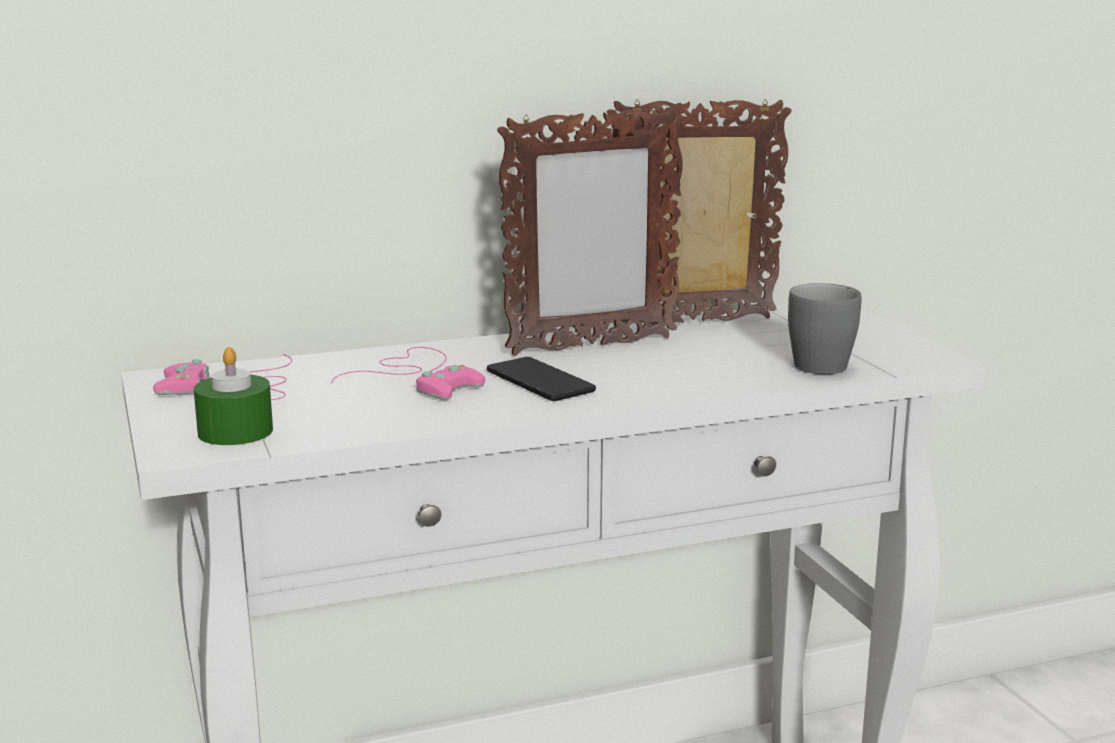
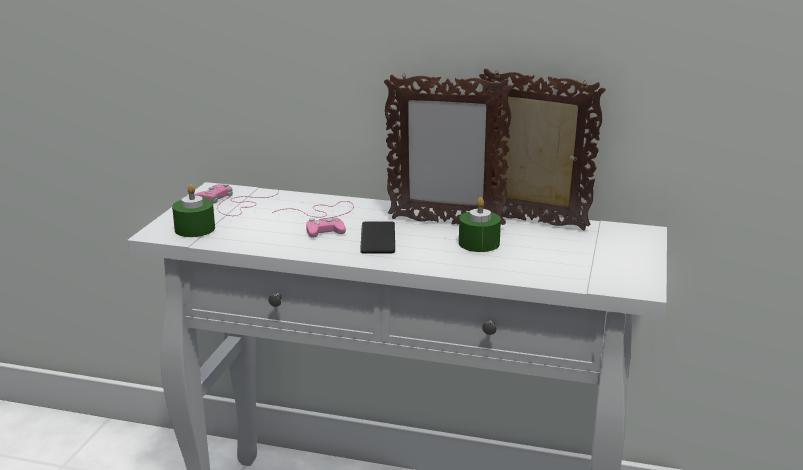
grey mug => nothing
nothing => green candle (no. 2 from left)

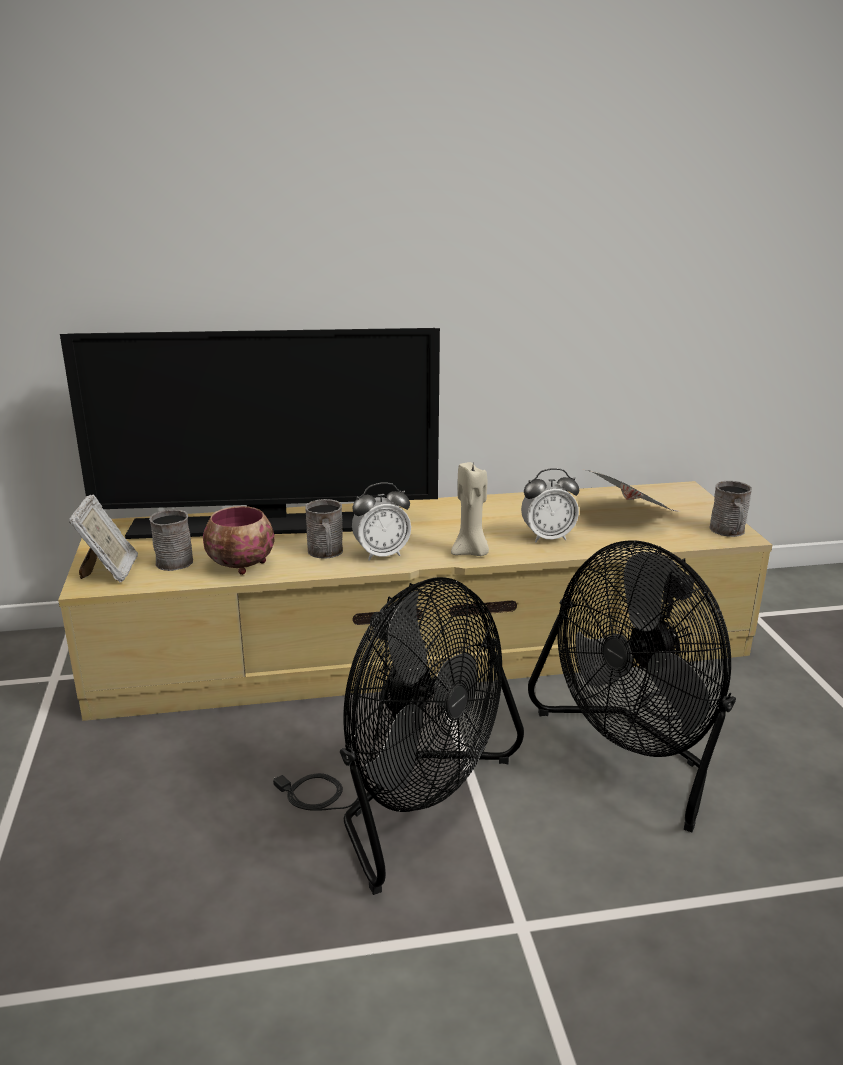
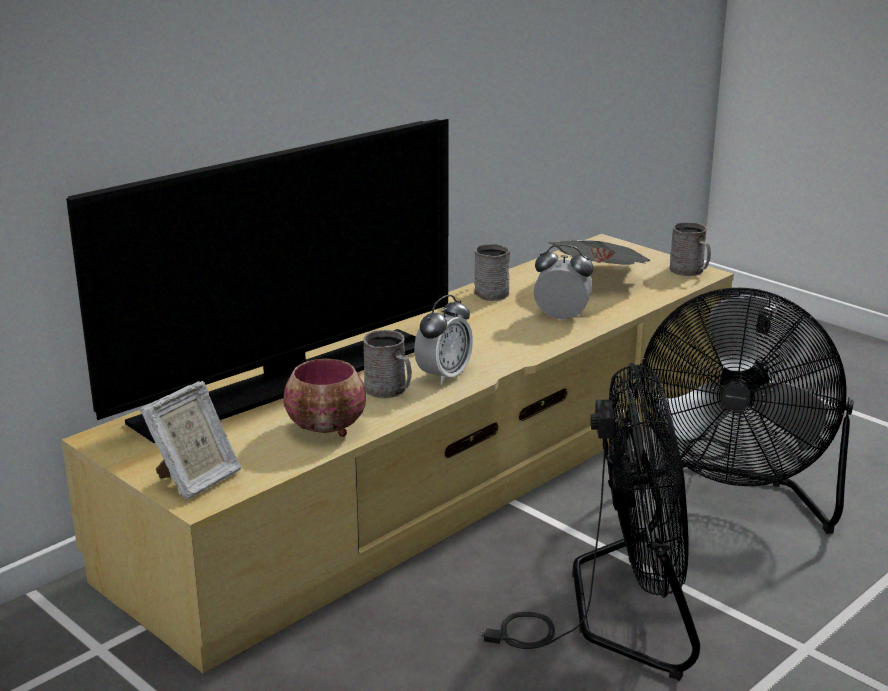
beige candle => nothing
alarm clock (no. 2 from left), 120 degrees counterclockwise
picture frame, 75 degrees clockwise
grey mug (no. 1 from left in the first image) => grey mug (no. 2 from left), shifted

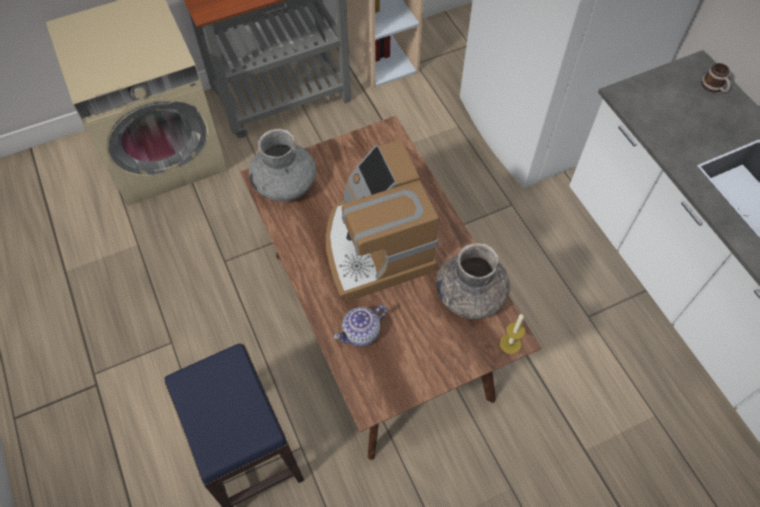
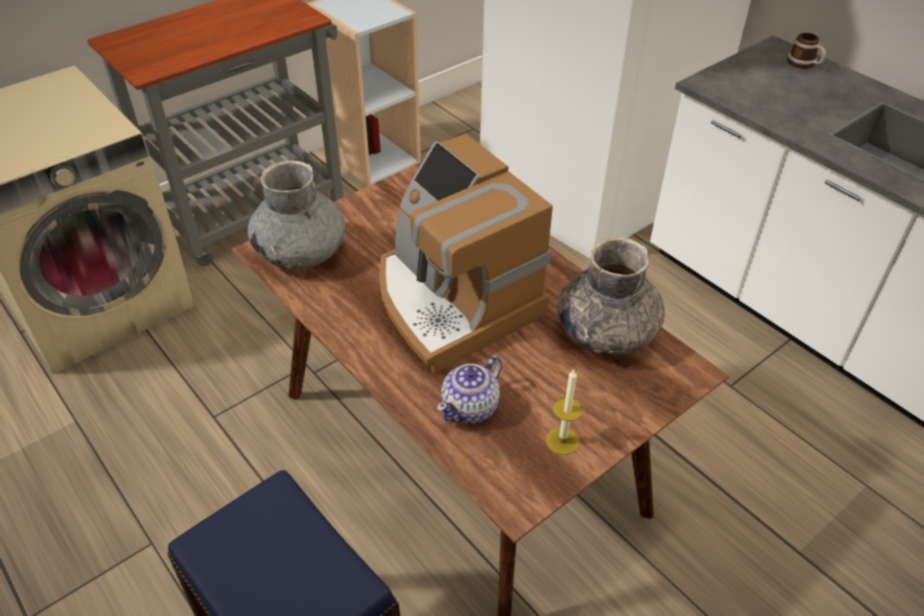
candle, shifted

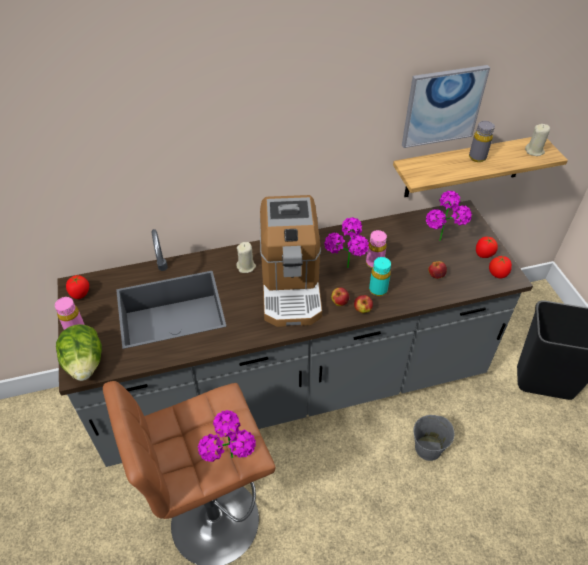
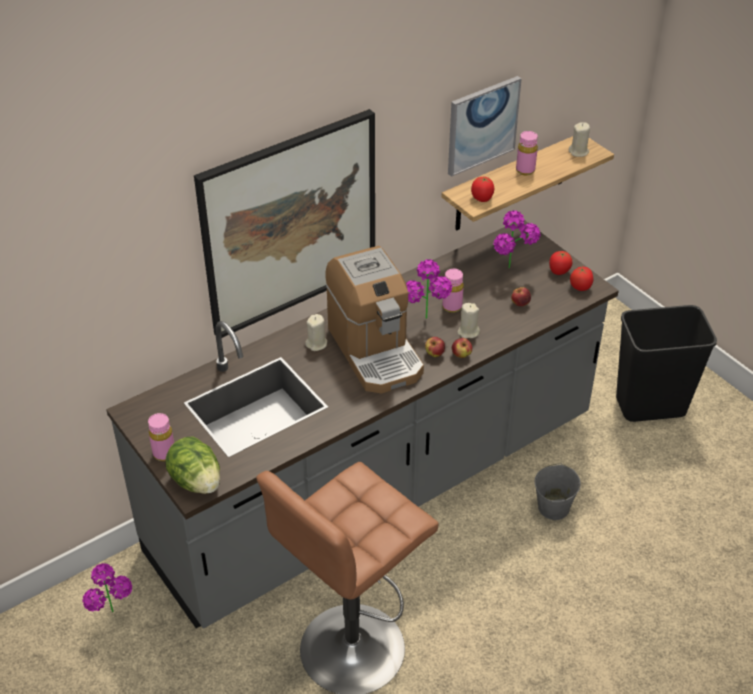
grey bottle => pink bottle (no. 3 from left)
turquoise bottle => beige candle (no. 2 from left)
tomato (no. 1 from left), shifted
potted plant (no. 1 from left), shifted
nothing => picture (no. 1 from left)

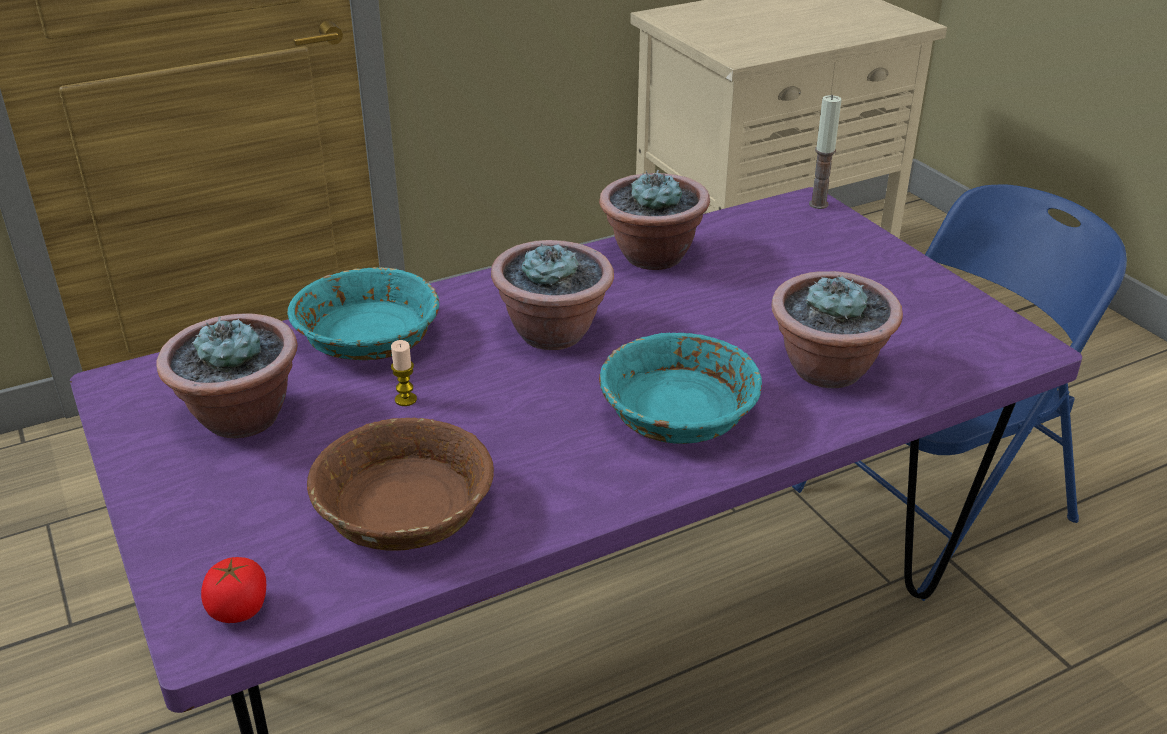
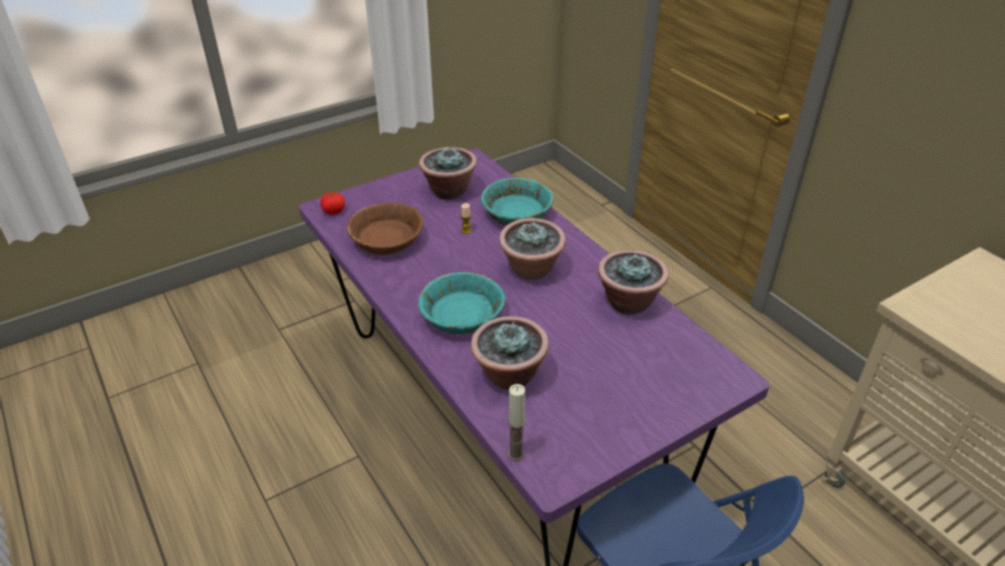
candle (no. 2 from left), shifted

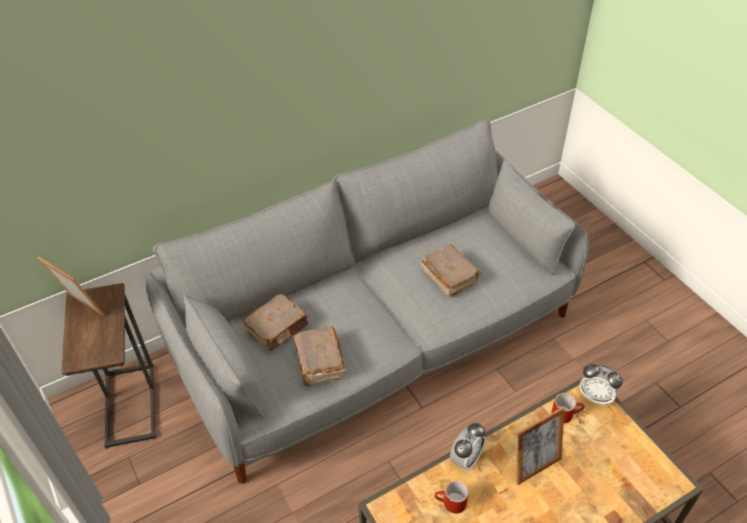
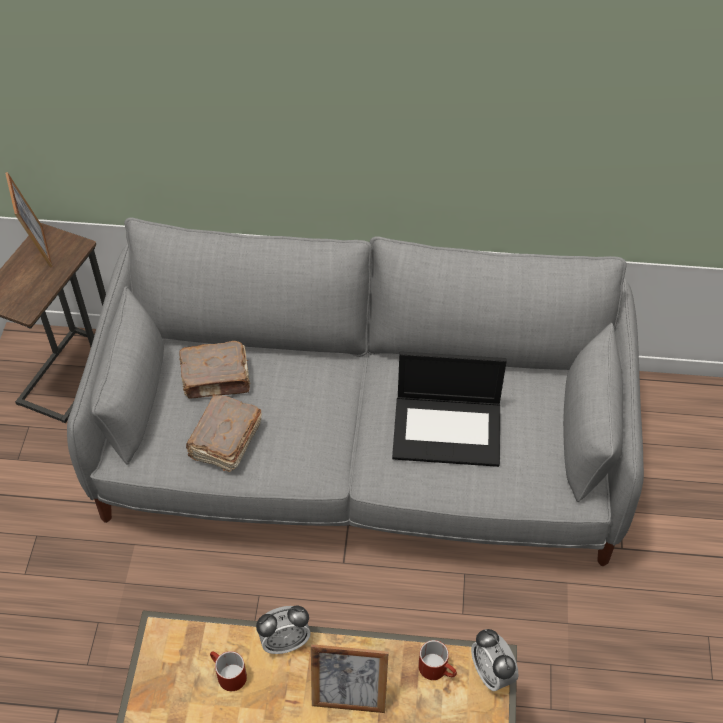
brown book (no. 3 from left) => laptop

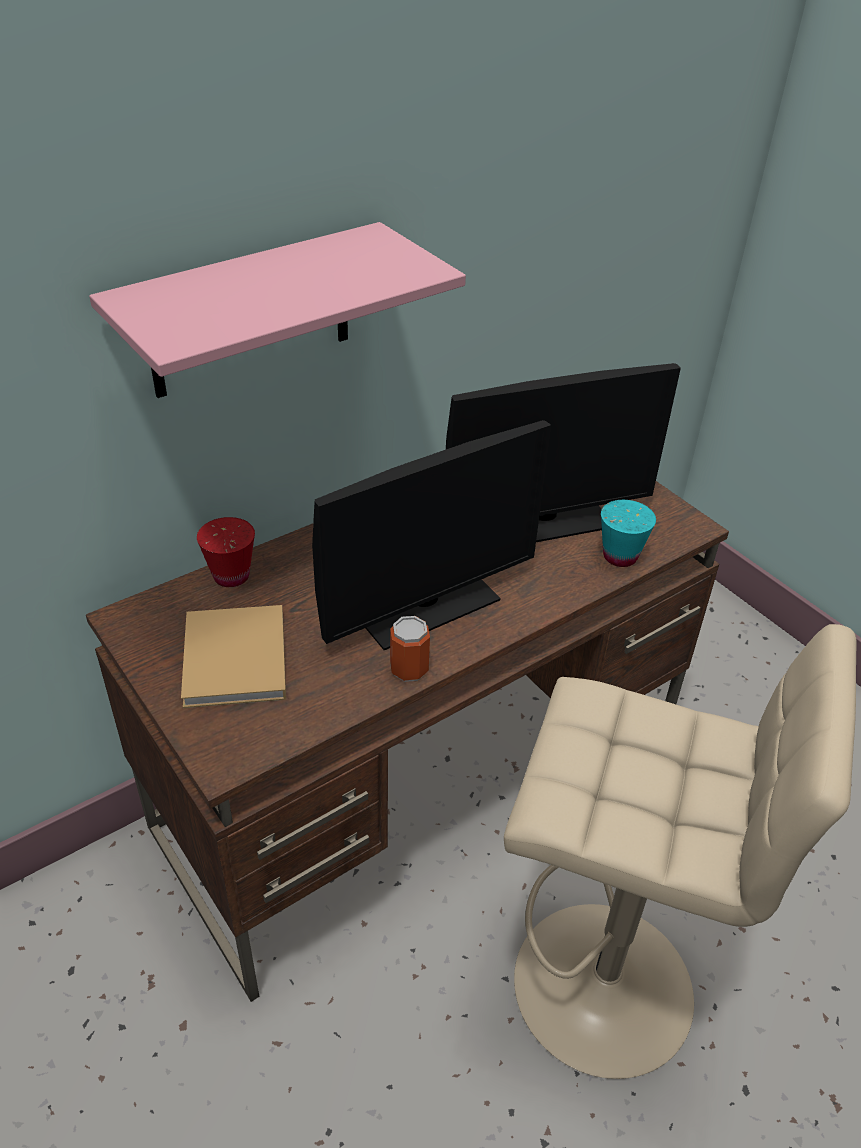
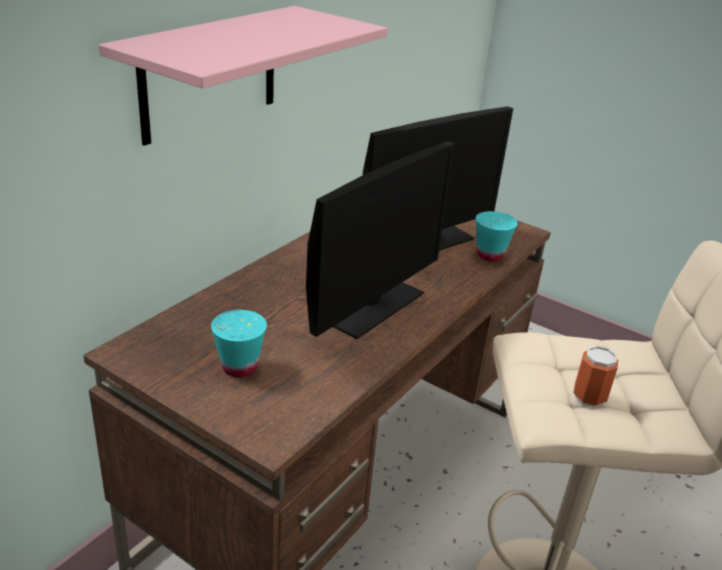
red cup => nothing
beige book => turquoise cup (no. 1 from left)
can, shifted

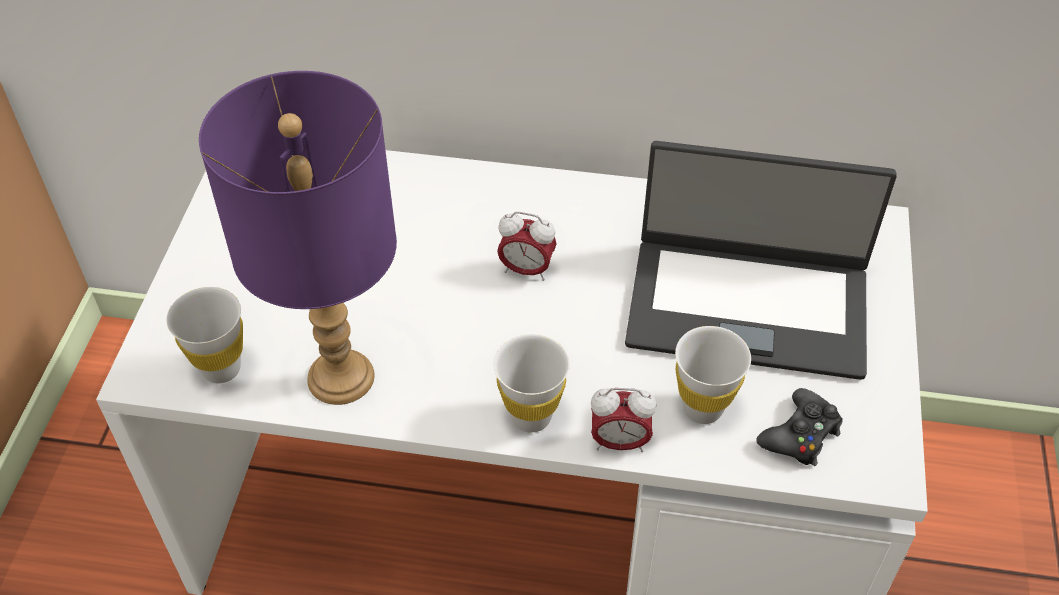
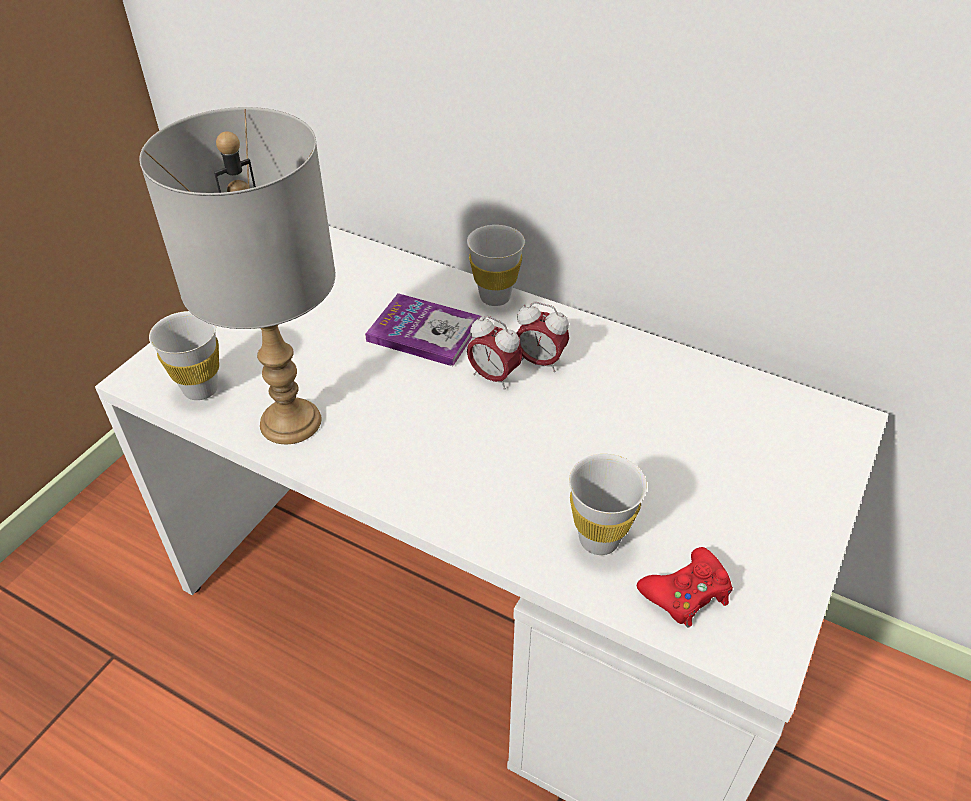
purple table lamp => grey table lamp
laptop => nothing
white cup (no. 2 from left), shifted
alarm clock (no. 2 from left), shifted
black game controller => red game controller
nothing => book

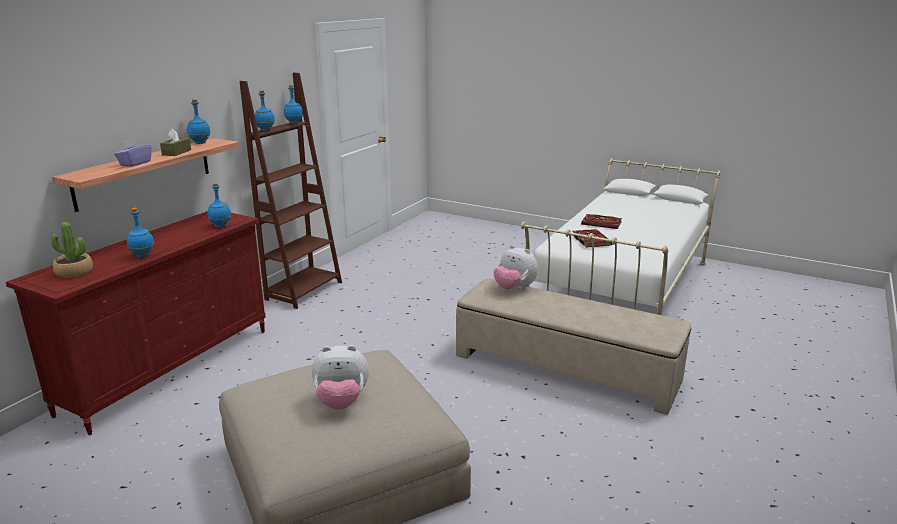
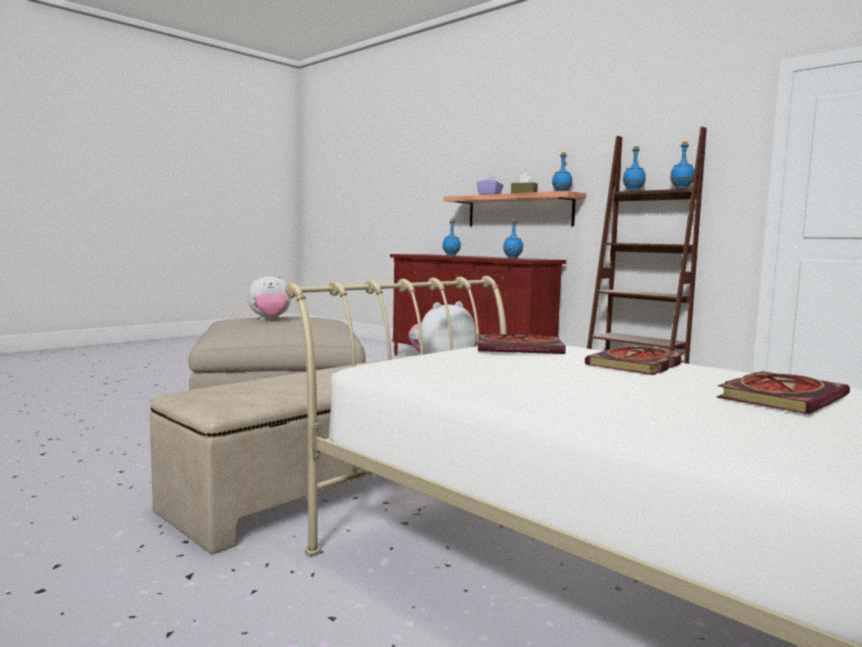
potted plant => nothing
plush toy (no. 1 from left), 120 degrees counterclockwise
nothing => book (no. 3 from left)

